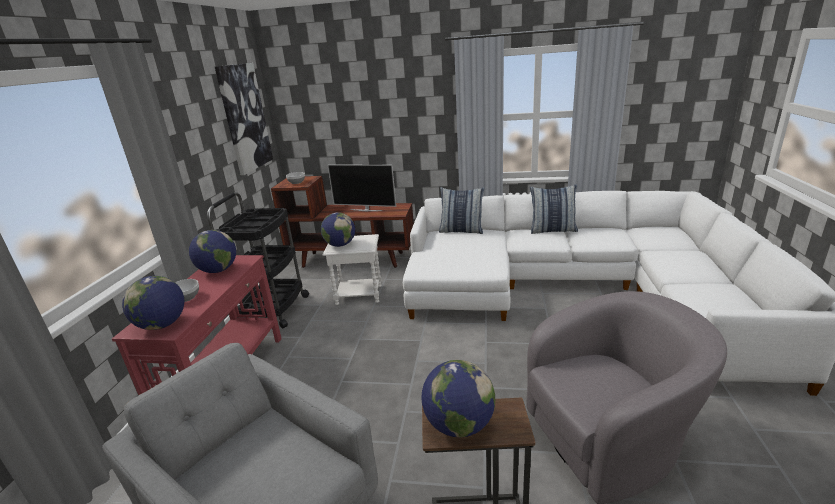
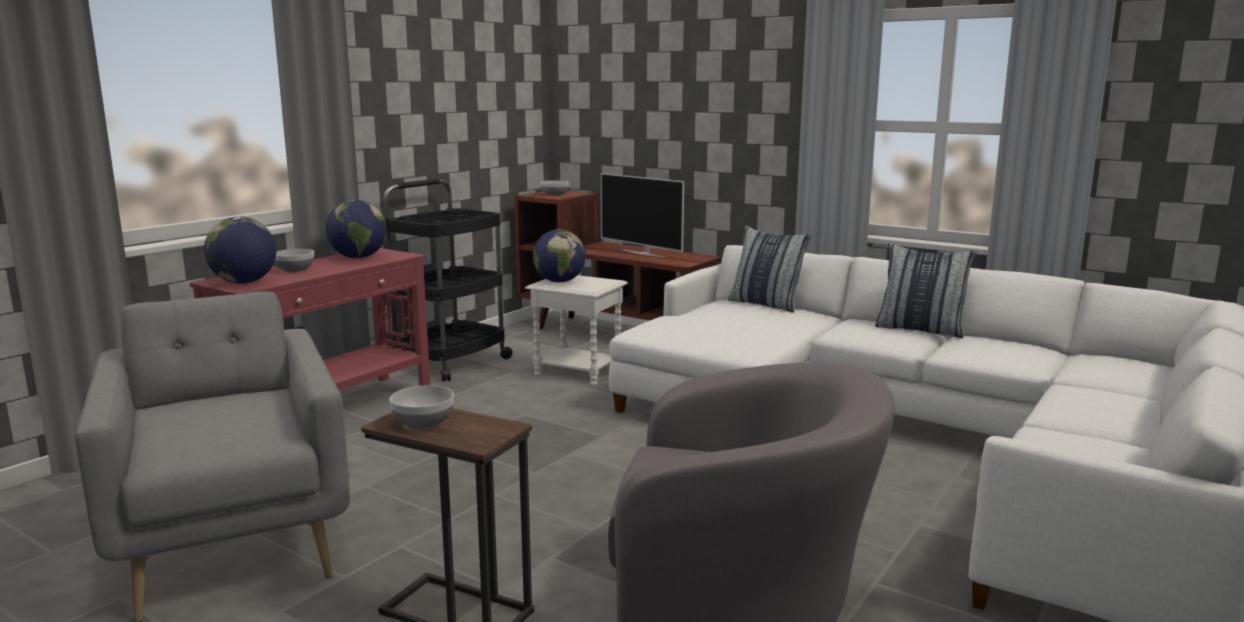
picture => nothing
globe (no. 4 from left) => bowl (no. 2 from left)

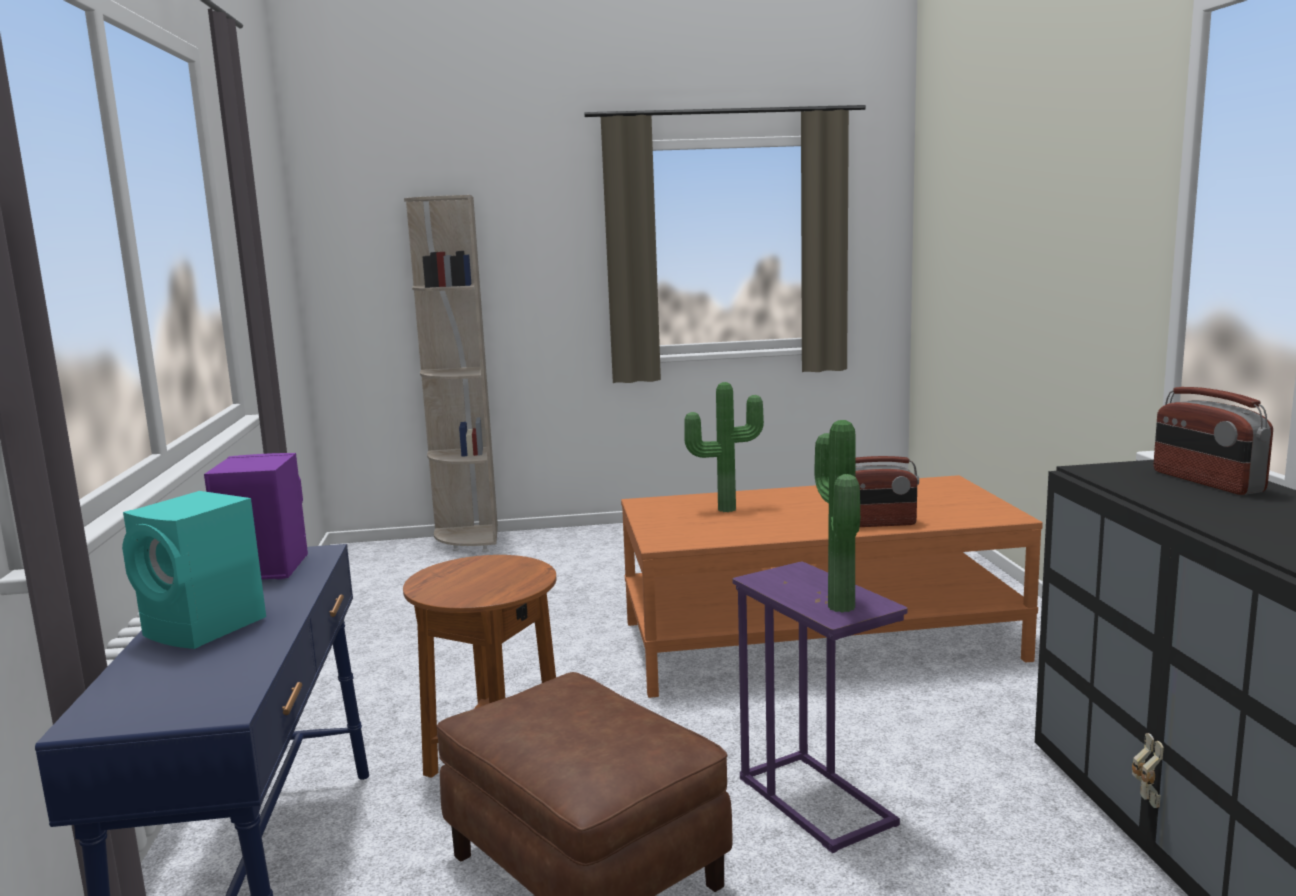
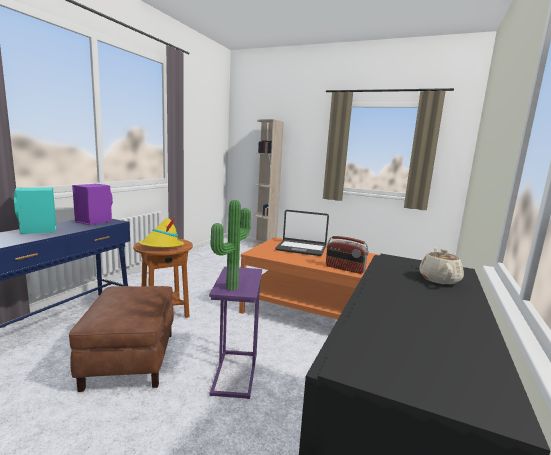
potted plant (no. 1 from left) => laptop
radio (no. 2 from left) => beige teapot
nothing => yellow hat

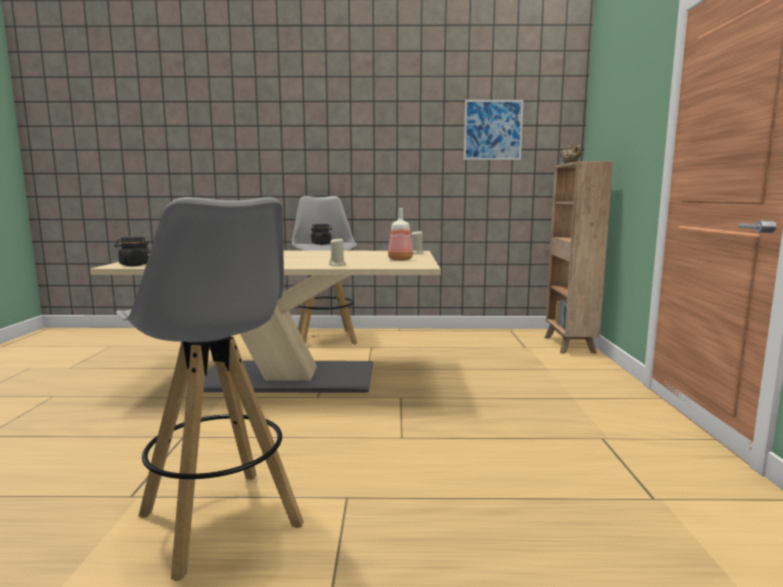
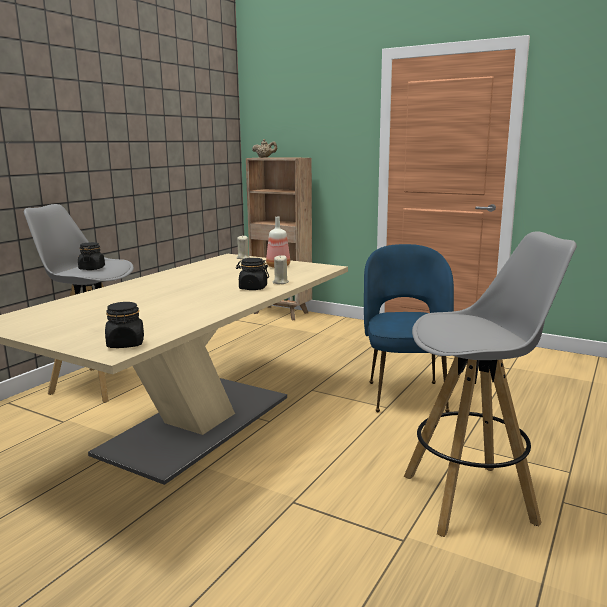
picture => nothing
nothing => blue chair
nothing => black jar (no. 3 from left)

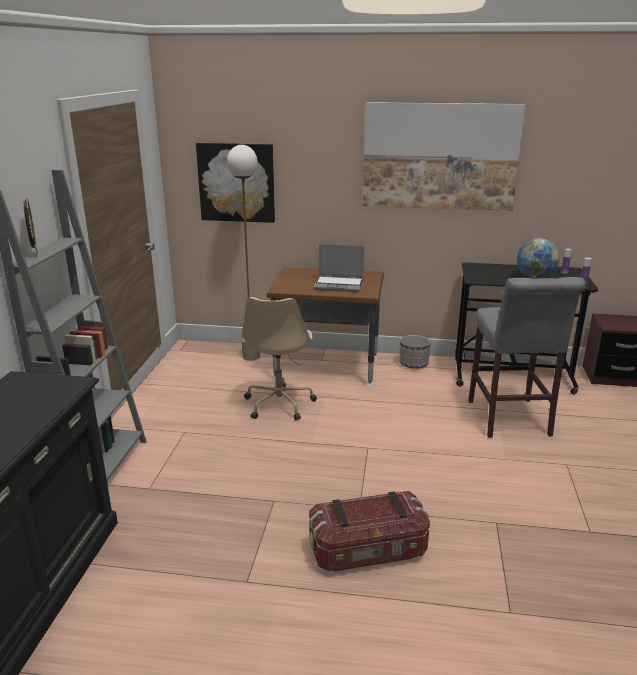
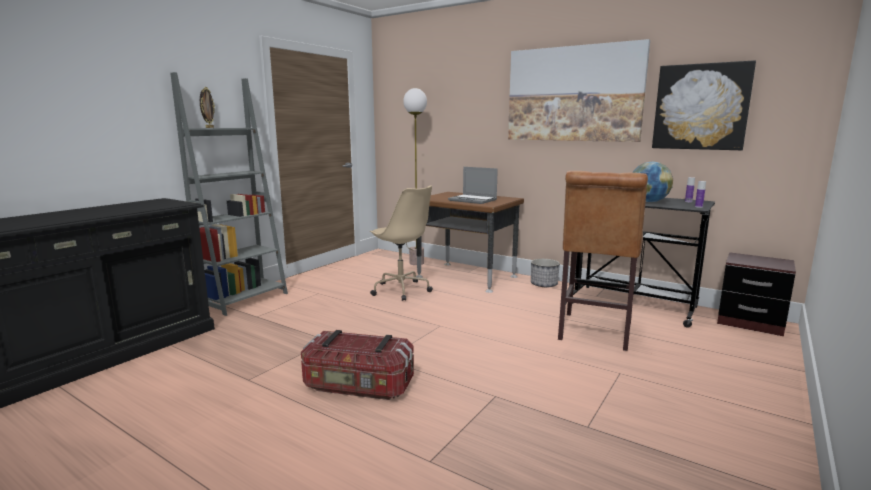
picture (no. 1 from left in the first image) => picture (no. 2 from left), shifted
grey stool => brown stool
beige office chair, 75 degrees counterclockwise

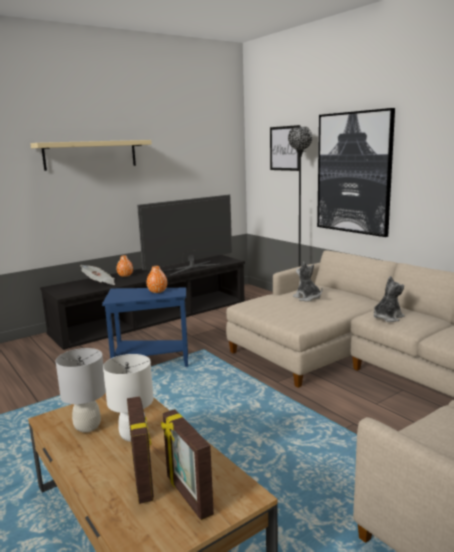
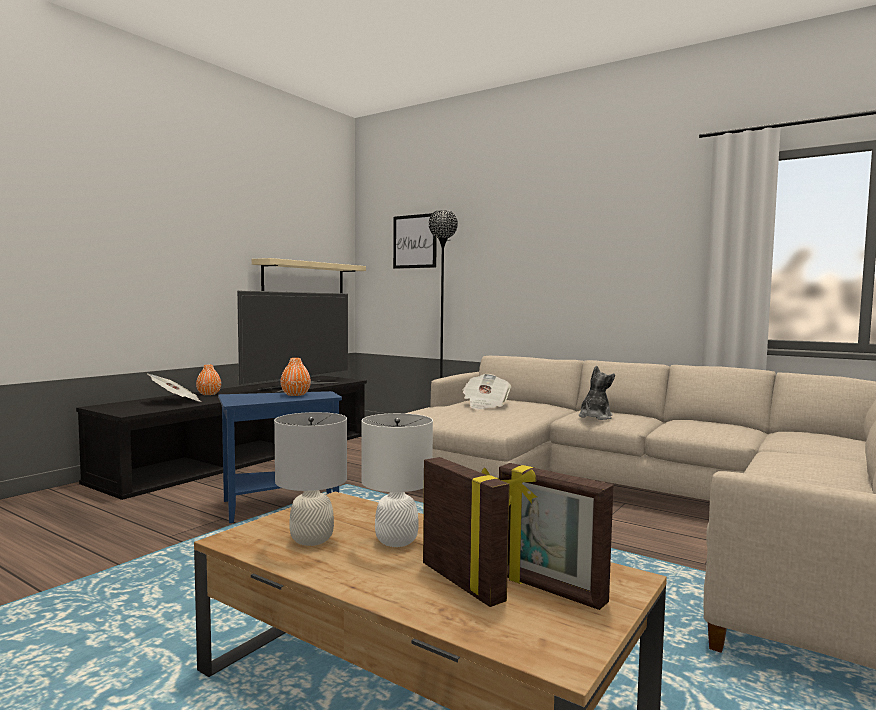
picture (no. 2 from left) => nothing
beige shelf, shifted
plush toy (no. 1 from left) => newspaper (no. 2 from left)

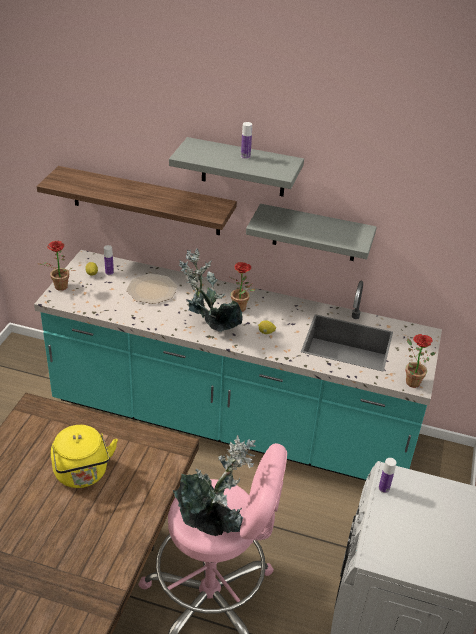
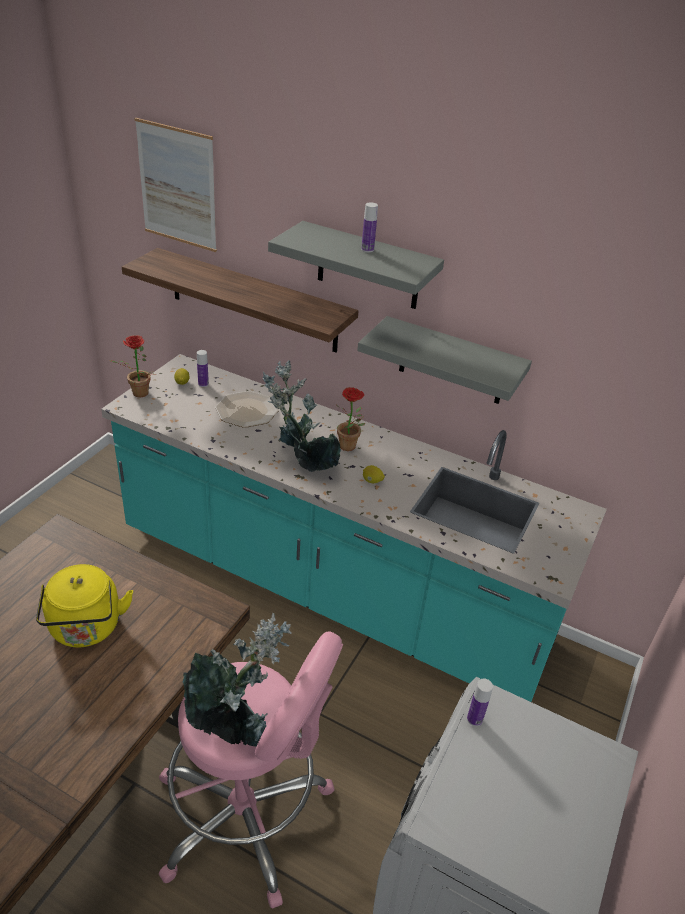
potted plant (no. 5 from left) => nothing
nothing => picture

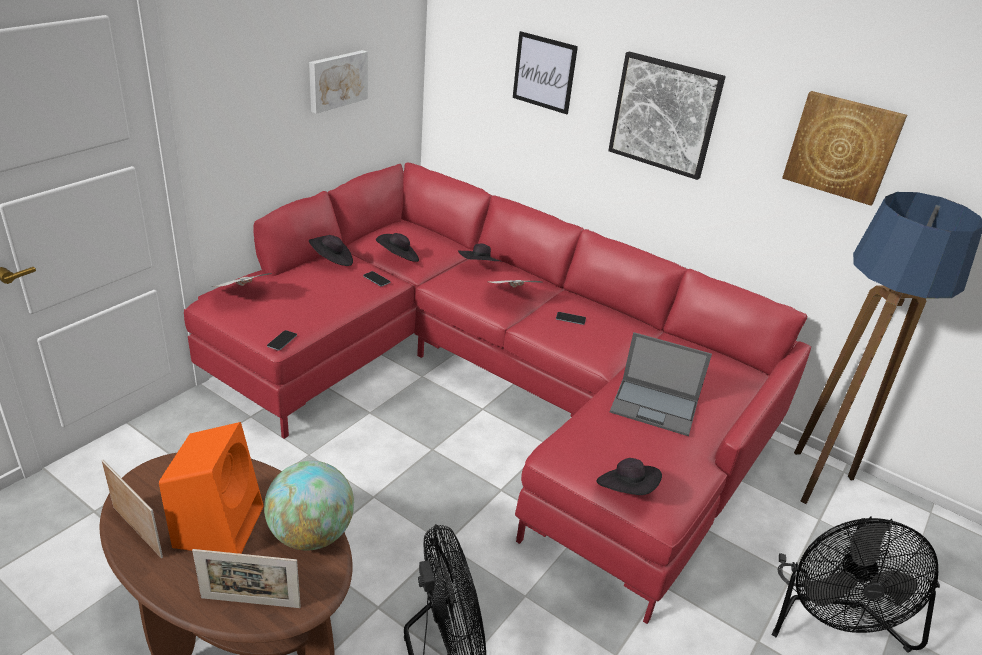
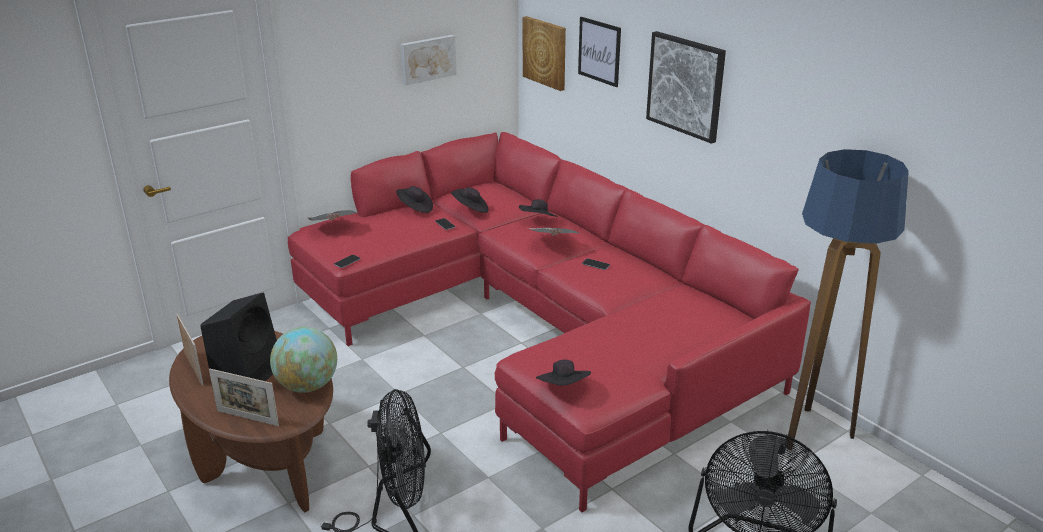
picture (no. 4 from left in the first image) => picture (no. 2 from left), shifted
laptop => nothing
orange speaker => black speaker

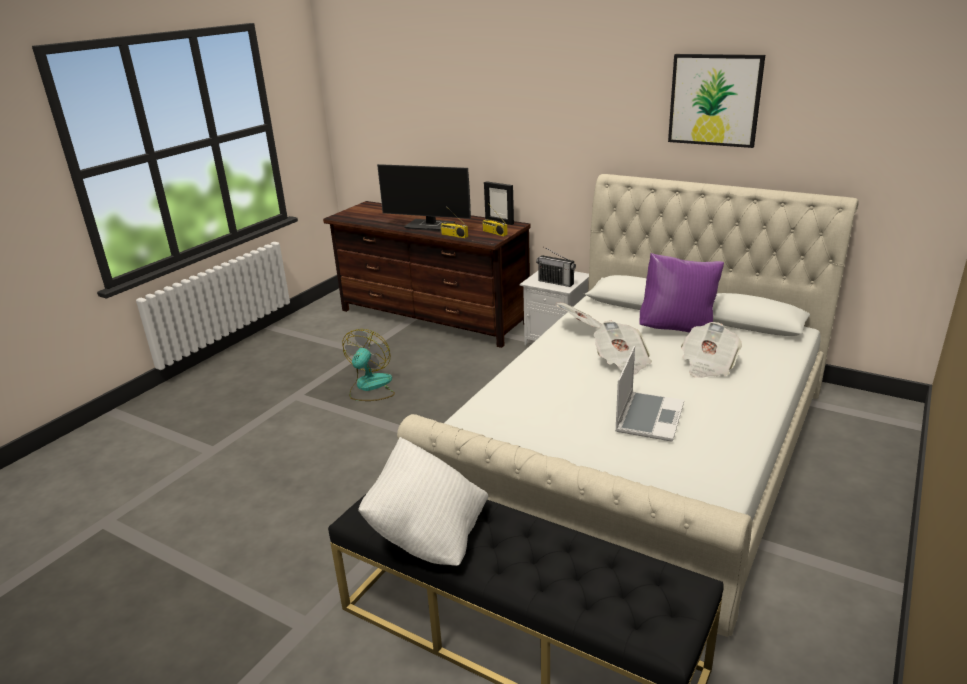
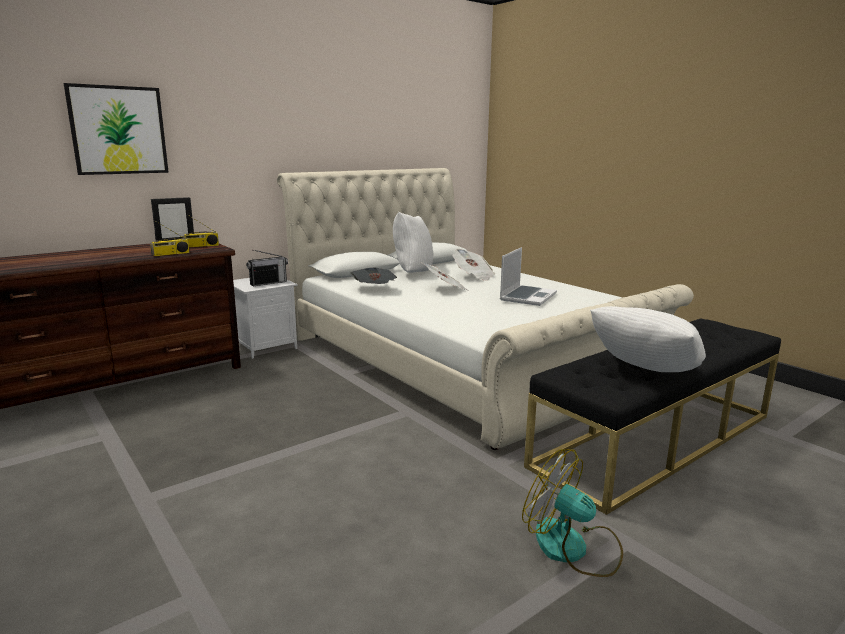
picture, shifted
monitor => nothing
purple pillow => white pillow (no. 1 from left)
fan, shifted
laptop, 75 degrees clockwise

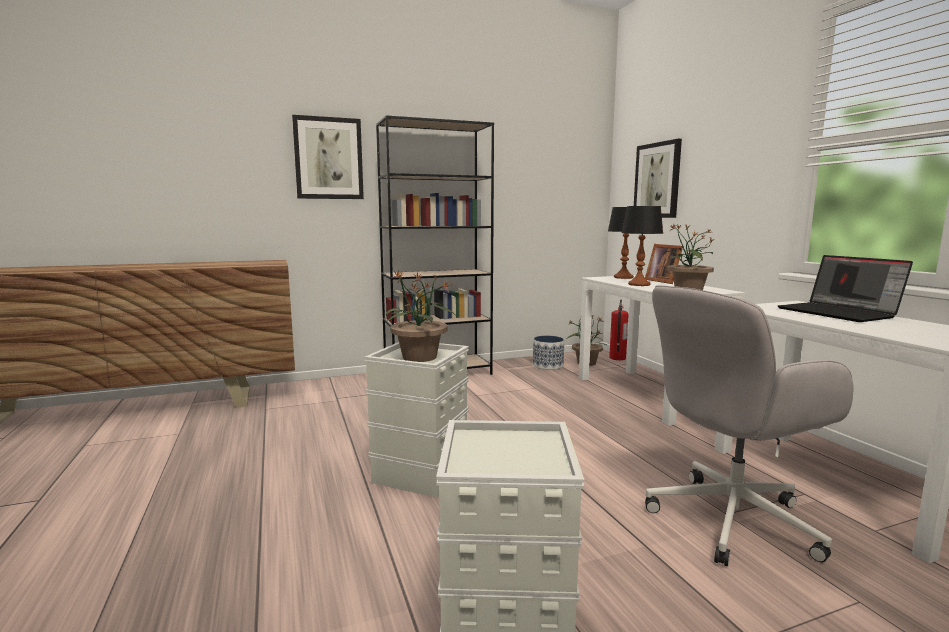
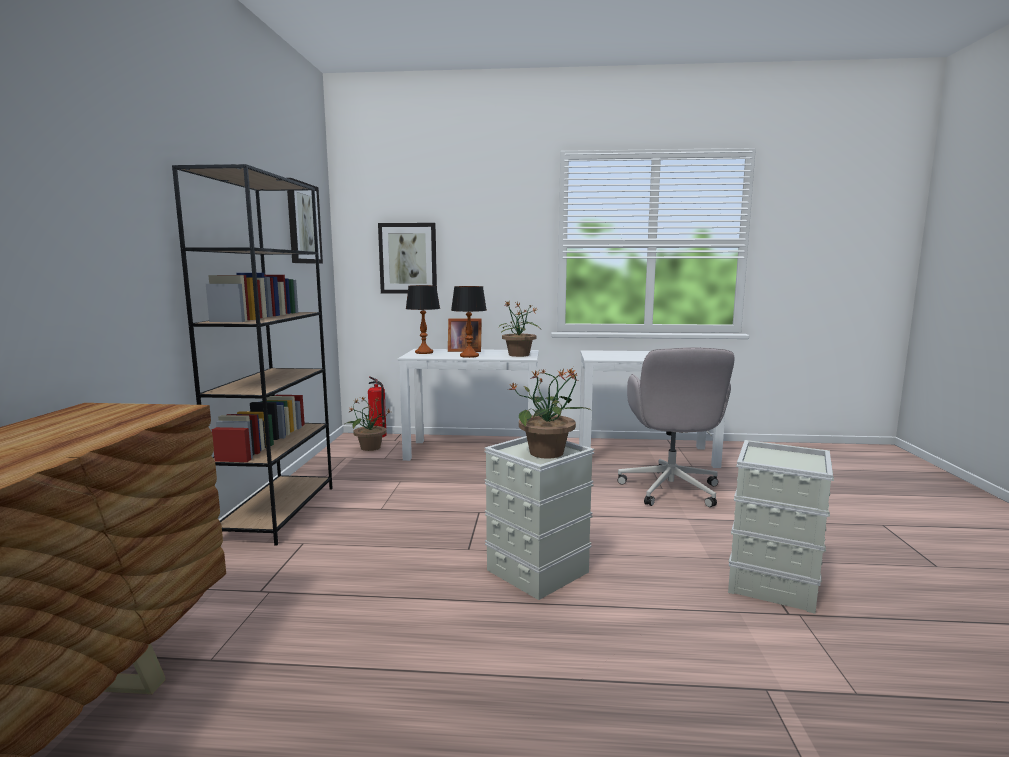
picture (no. 1 from left), shifted
laptop => nothing
planter => nothing

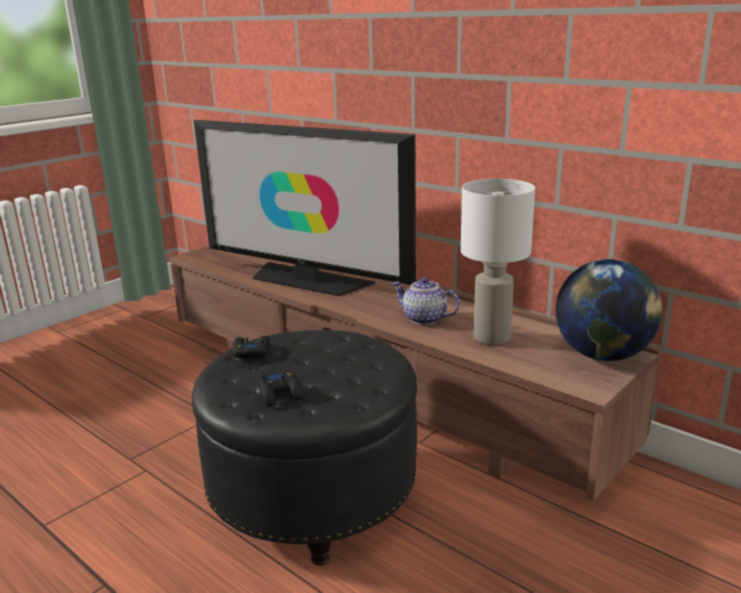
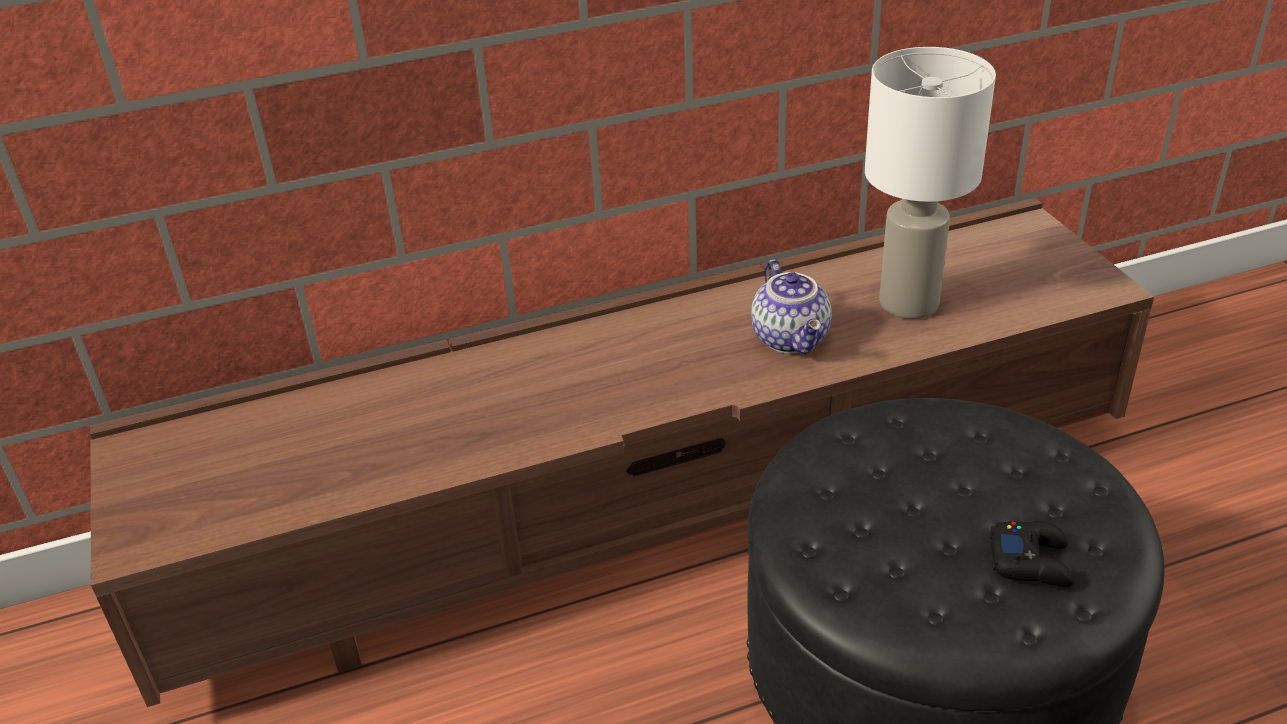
television => nothing
globe => nothing
teapot, 75 degrees counterclockwise
black game controller (no. 1 from left) => nothing

